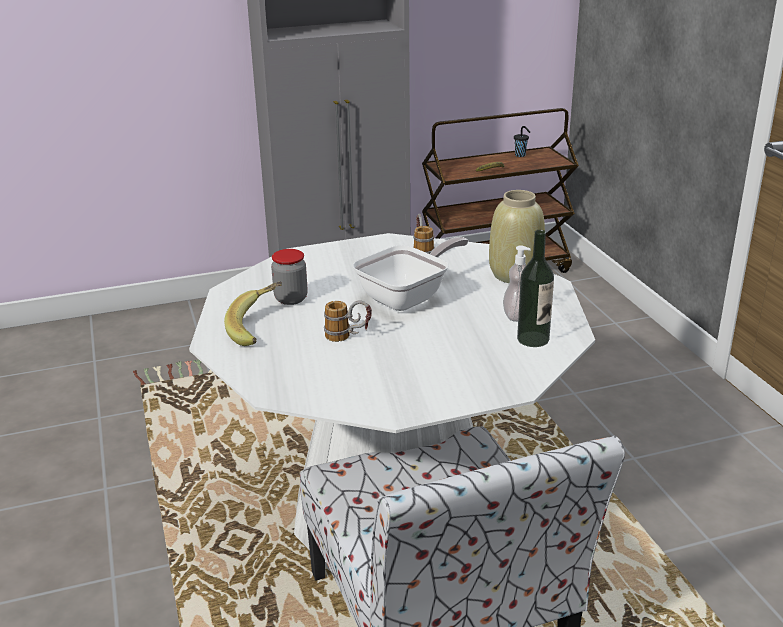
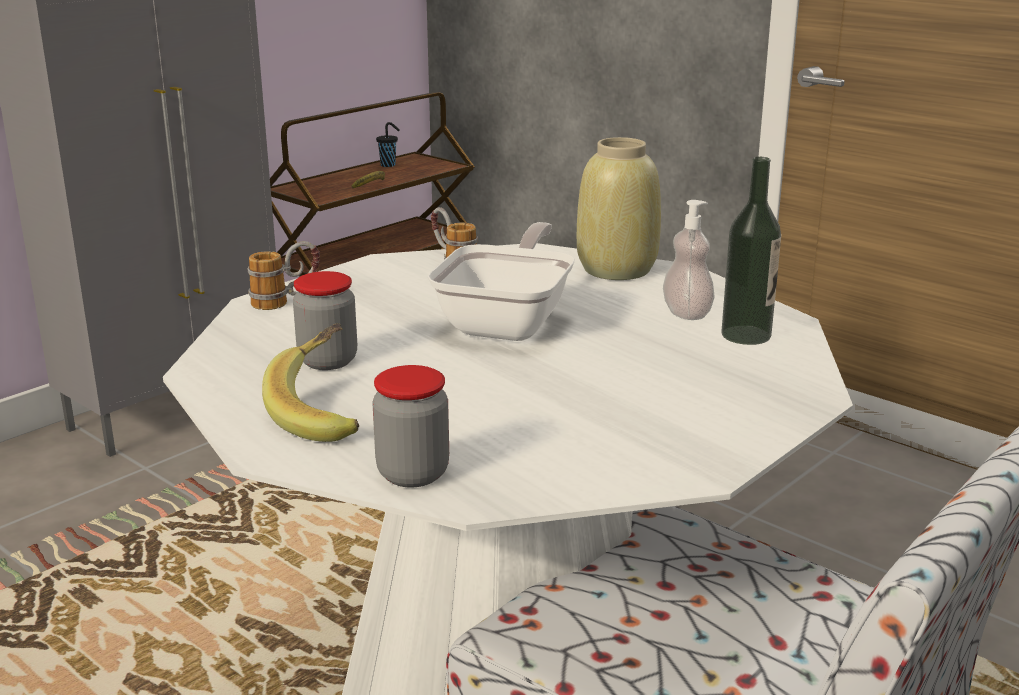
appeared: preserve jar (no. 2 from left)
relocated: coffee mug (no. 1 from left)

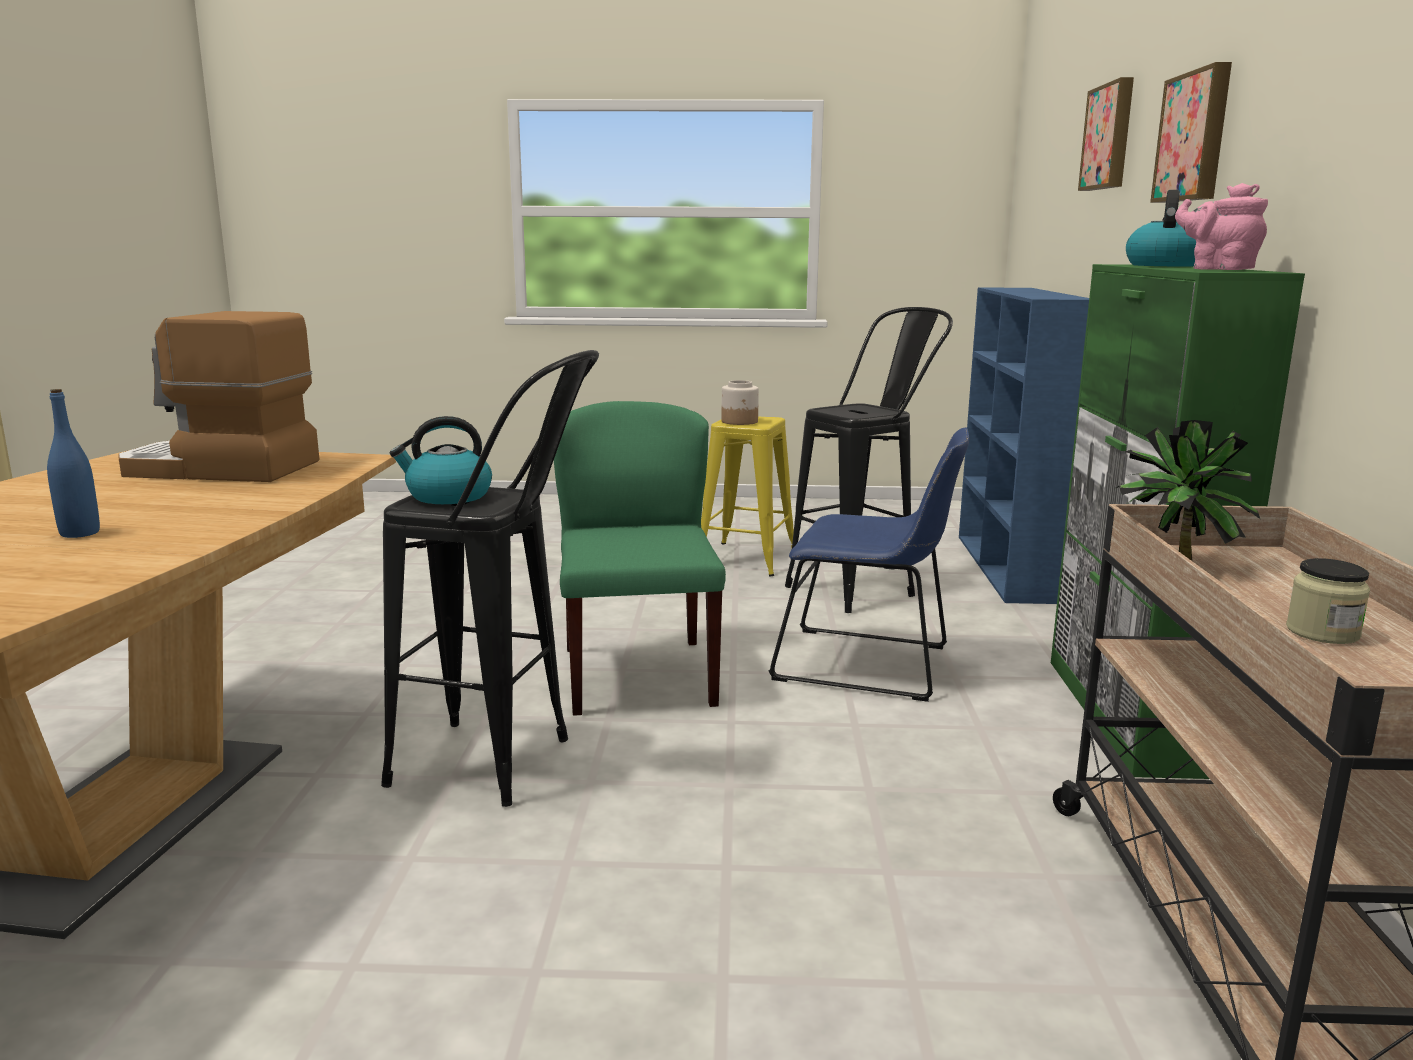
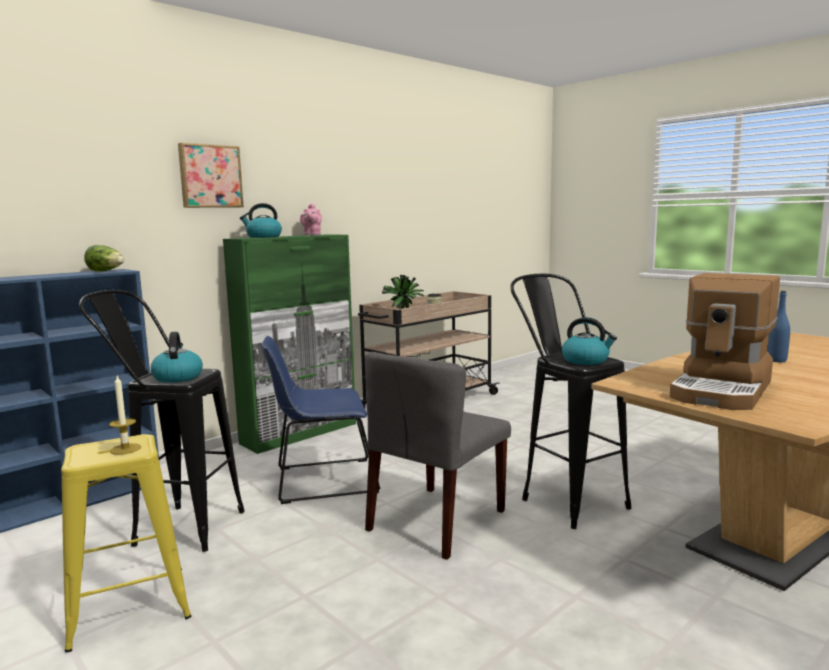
missing: wall art (no. 1 from left)
appeared: lettuce head; tea kettle (no. 1 from left)
exchanged: preserve jar (no. 1 from left) to wax candle
colour: upright chair (green) to upright chair (greyish)
spun: coffee machine 75 degrees clockwise; upright chair (blue) 75 degrees counterclockwise

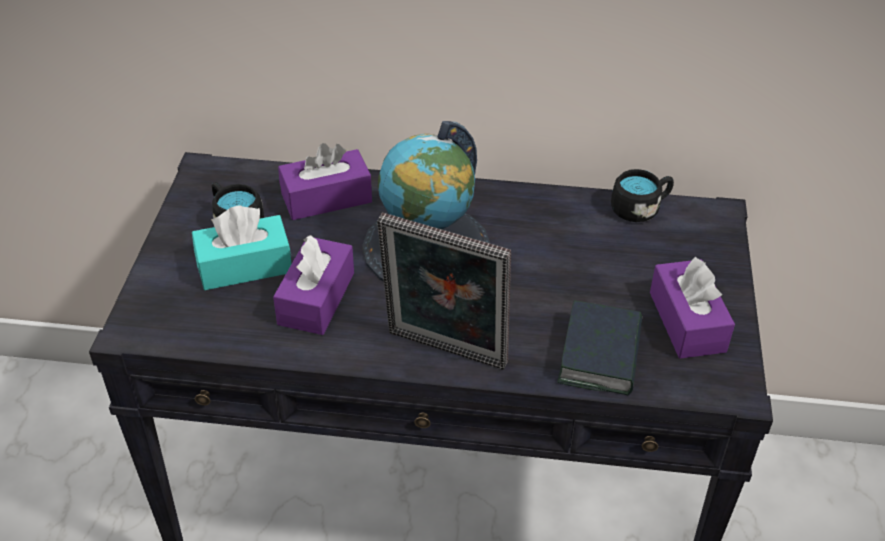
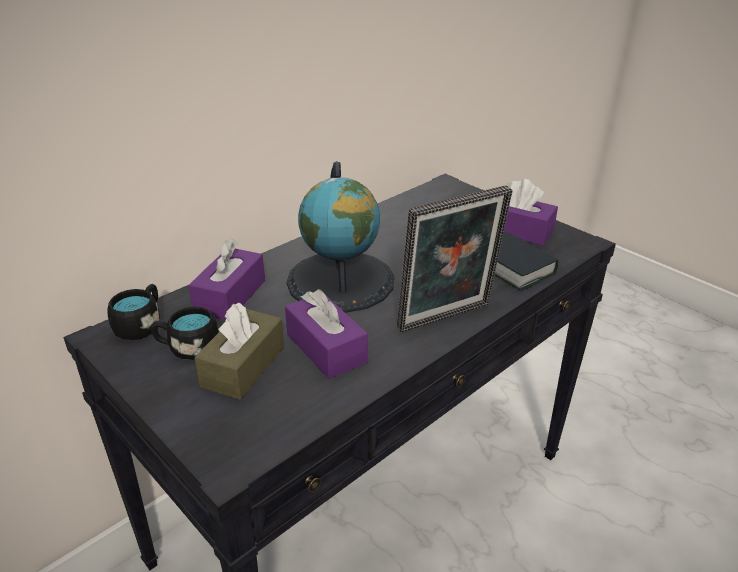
relocated: coffee mug (blackish) (no. 2 from left in the first image) to coffee mug (blackish) (no. 1 from left)
colour: box of tissues (blue-green) to box of tissues (brown-coloured)

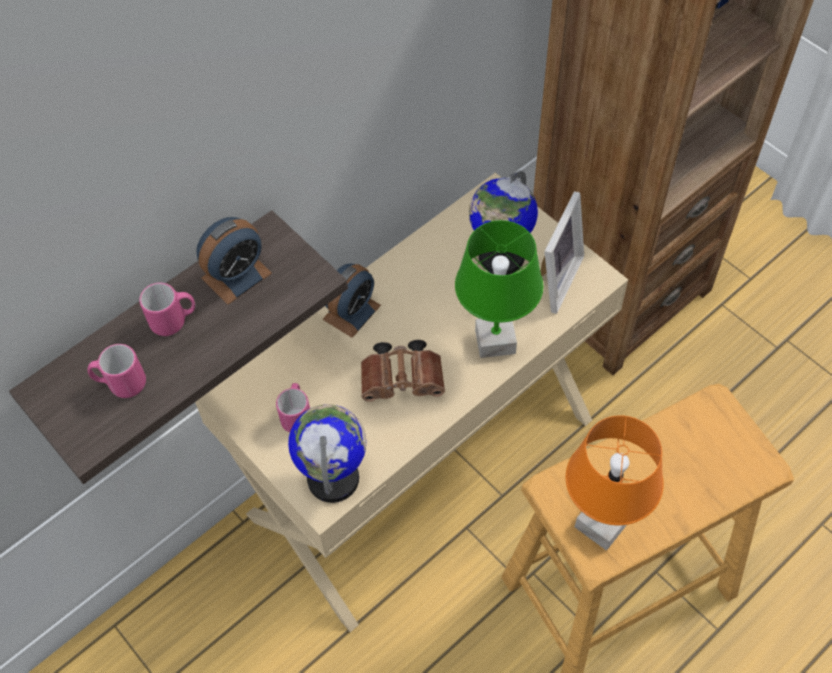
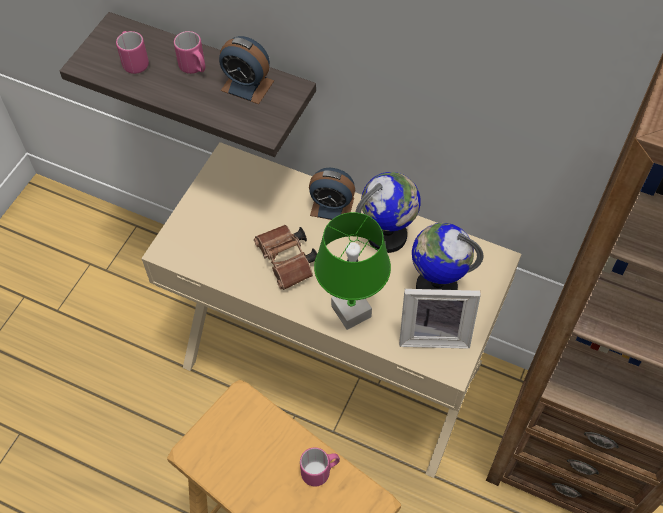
missing: table lamp (orange)
relocated: coffee mug (pinkish) (no. 3 from left); globe (no. 1 from left)

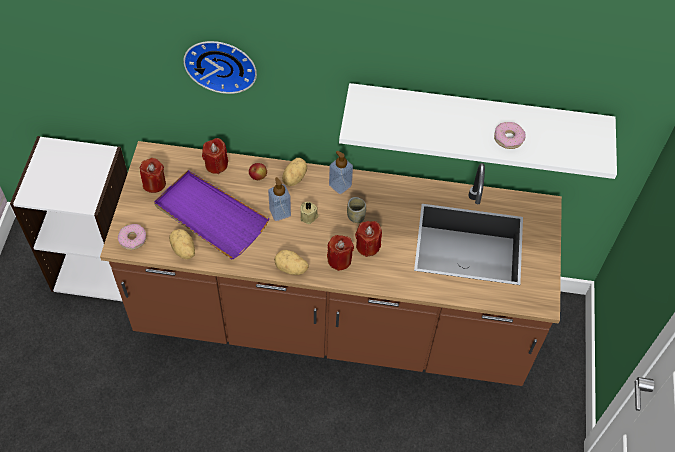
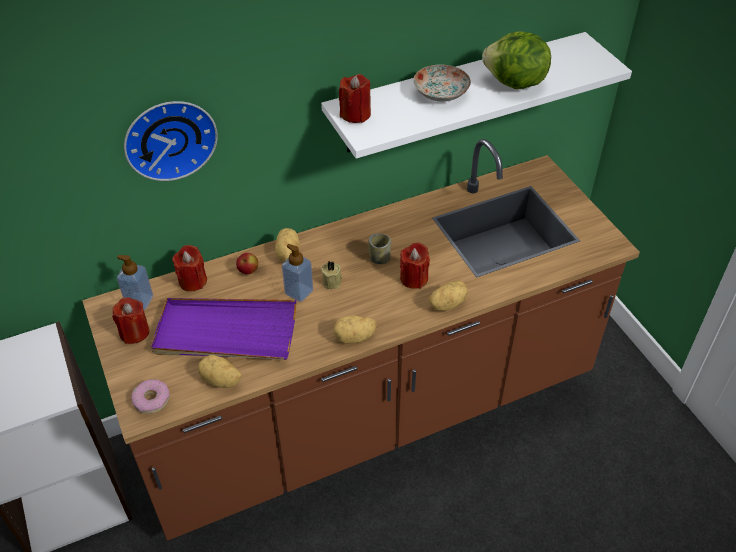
appeared: flat dish; potato (no. 4 from left)
relocated: wax candle (red) (no. 3 from left); soap dispenser (no. 2 from left in the first image) to soap dispenser (no. 1 from left)
exchanged: donut (no. 2 from left) to lettuce head

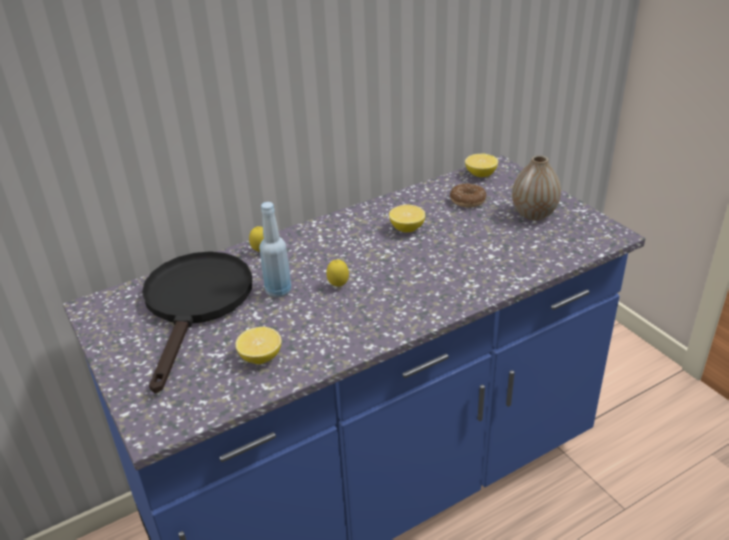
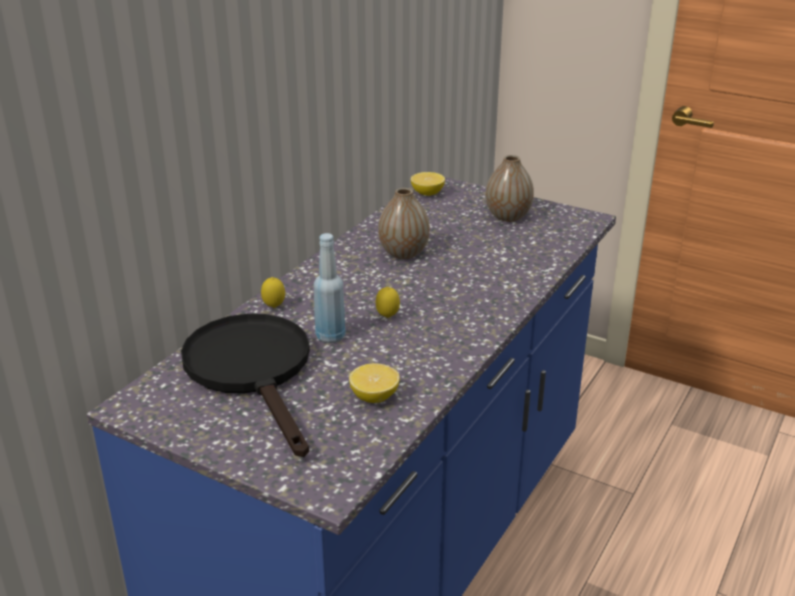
missing: donut
exchanged: citrus fruit (no. 4 from left) to decorative vase (no. 1 from left)

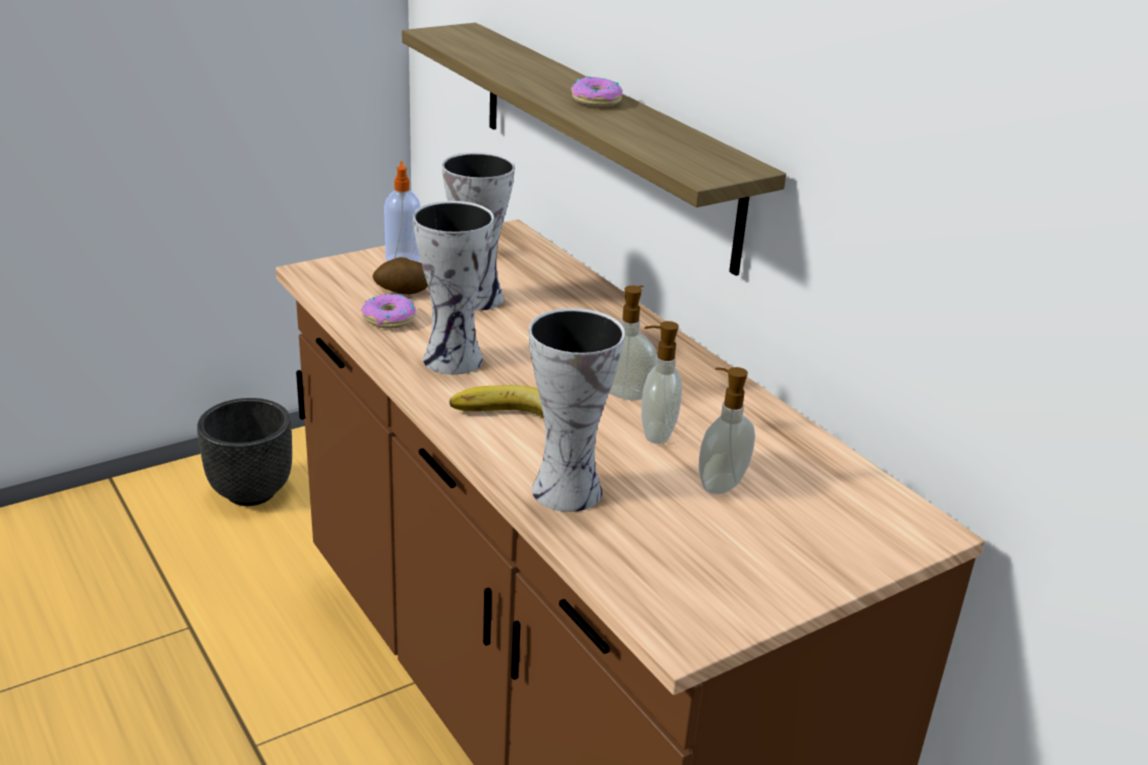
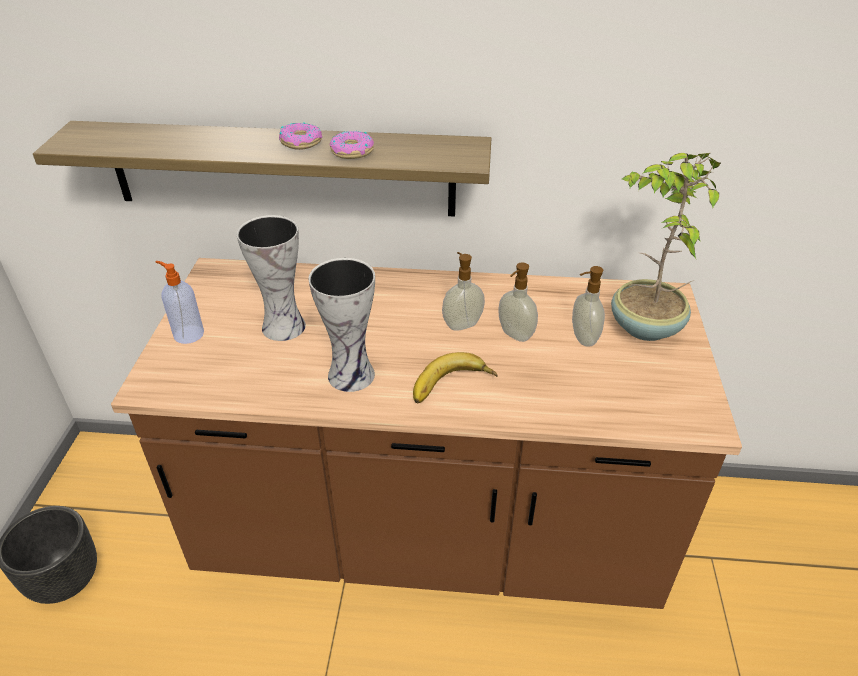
missing: potato; decorative vase (no. 3 from left)
appeared: houseplant
relocated: donut (no. 1 from left in the first image) to donut (no. 2 from left)

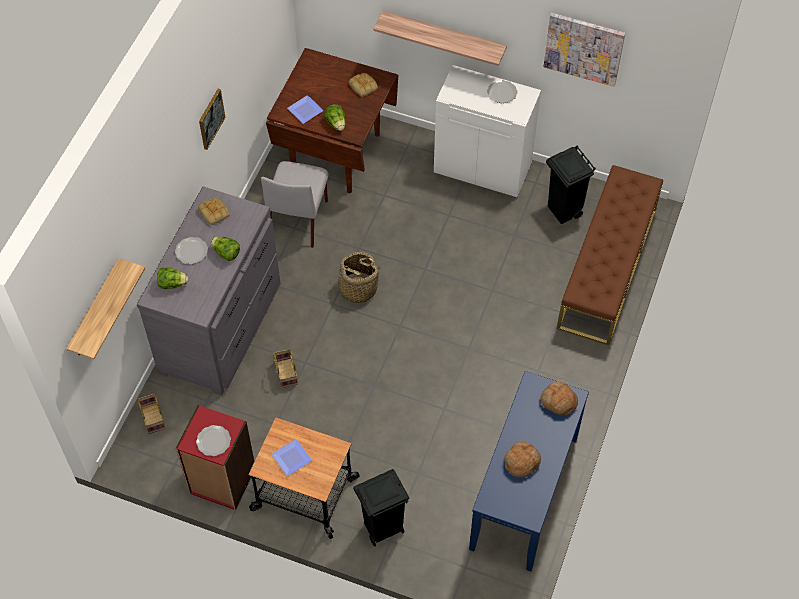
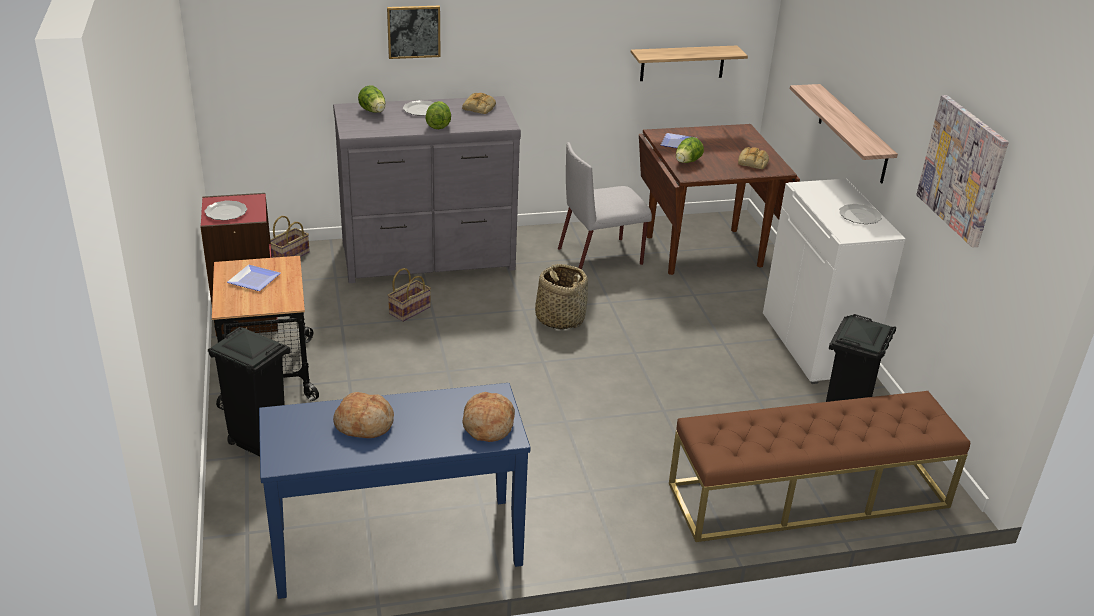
relocated: shelf (no. 1 from left); wall art (no. 1 from left)

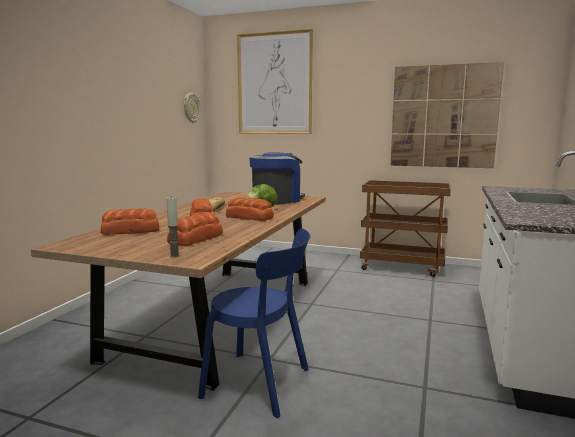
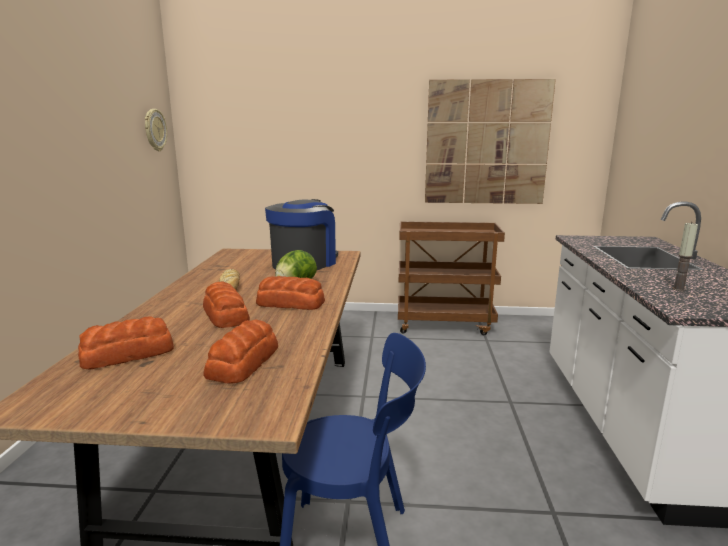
missing: wall art (no. 1 from left)
relocated: wax candle

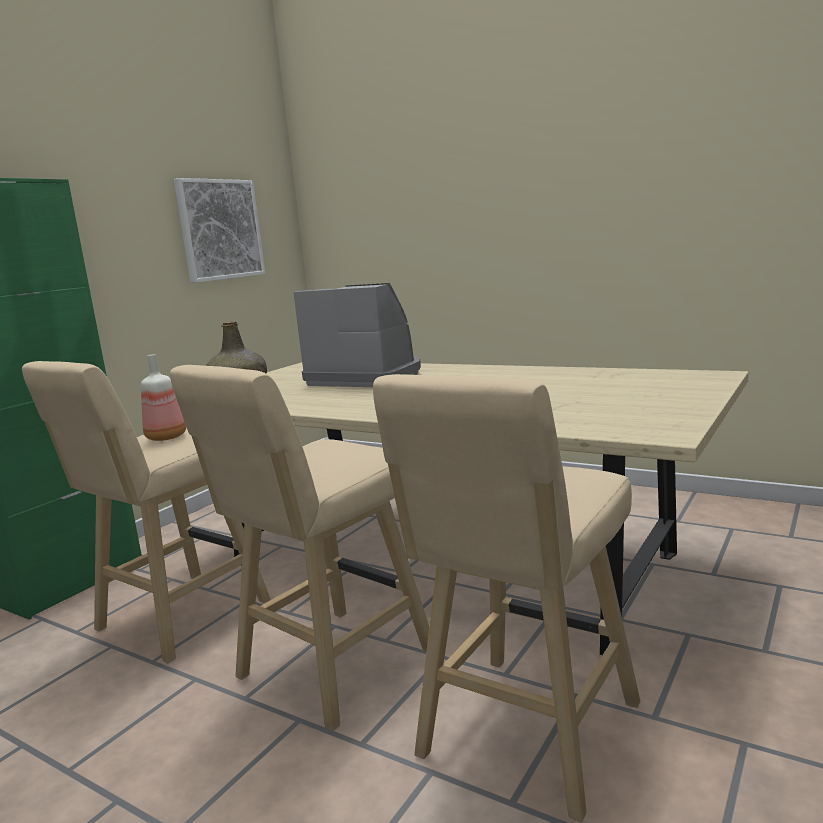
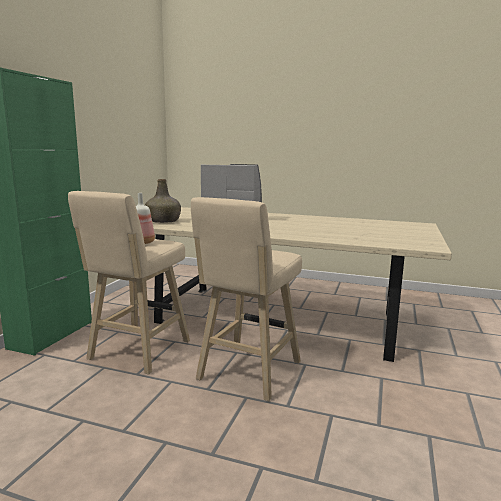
missing: wall art; stool seat (beige) (no. 3 from left)

